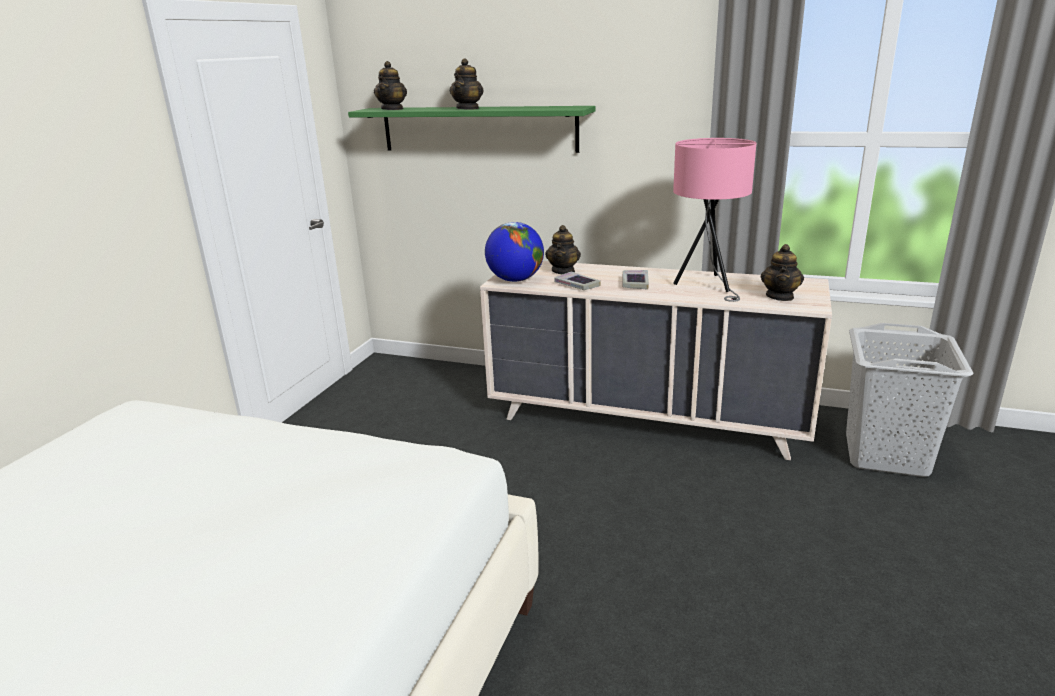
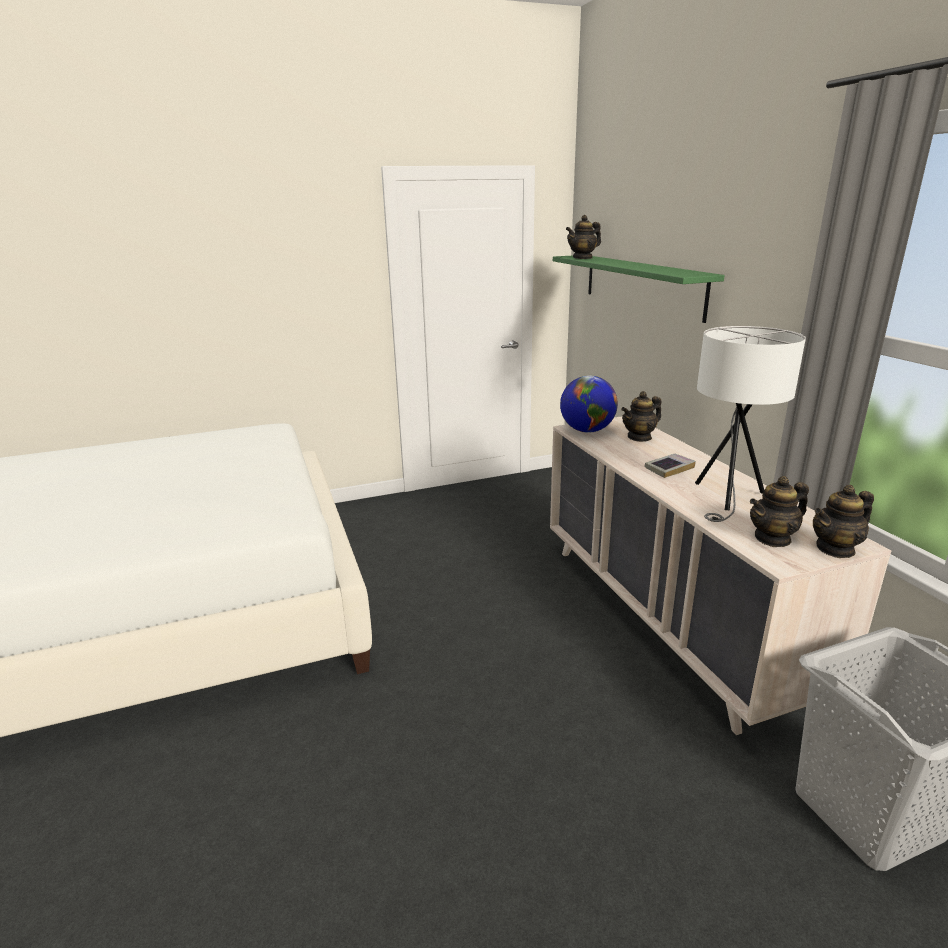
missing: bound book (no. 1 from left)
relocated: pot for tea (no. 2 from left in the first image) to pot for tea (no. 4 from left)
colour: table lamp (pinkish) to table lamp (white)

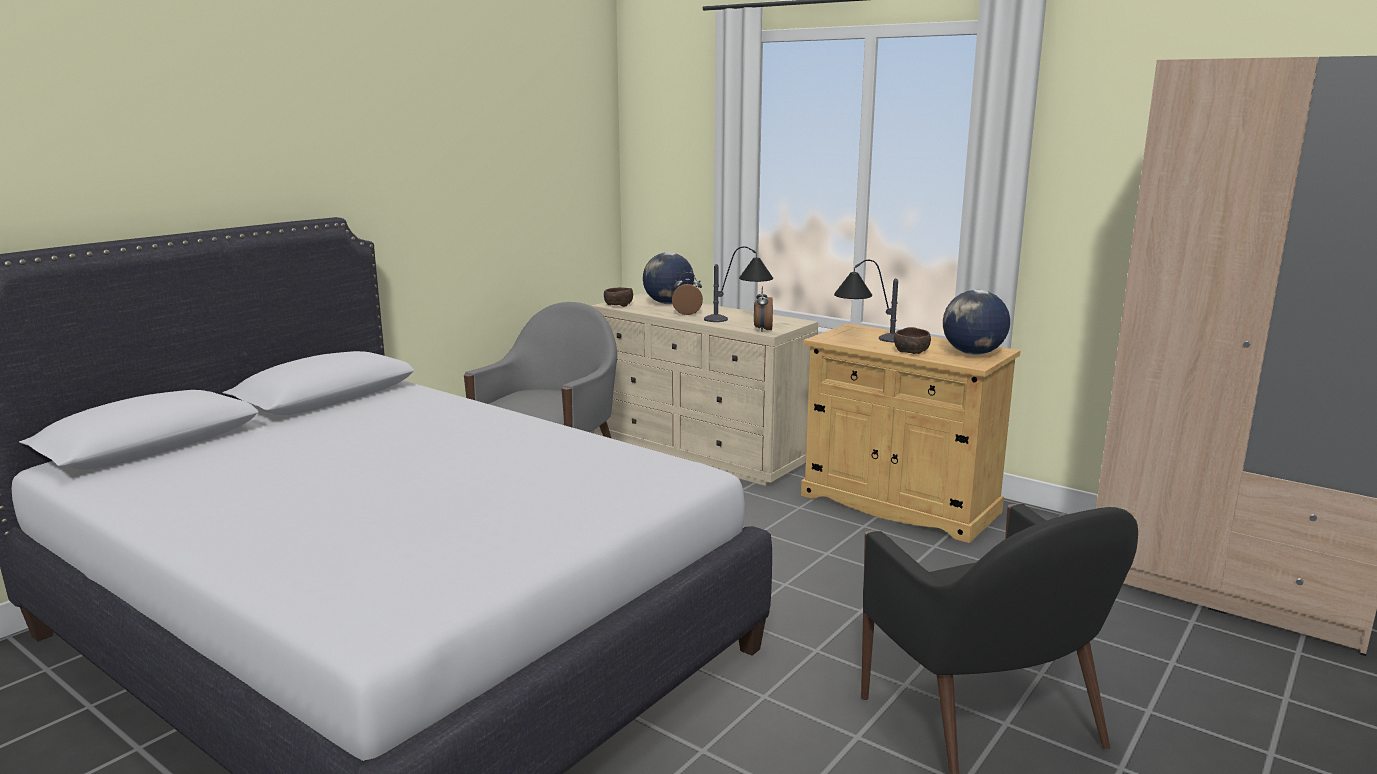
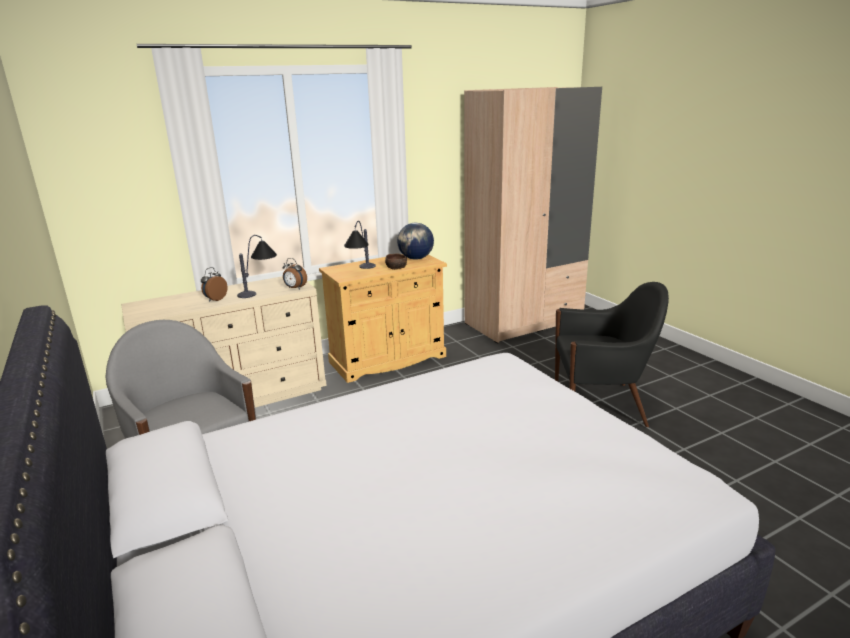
missing: serving bowl (brown-coloured) (no. 1 from left); globe (no. 1 from left)

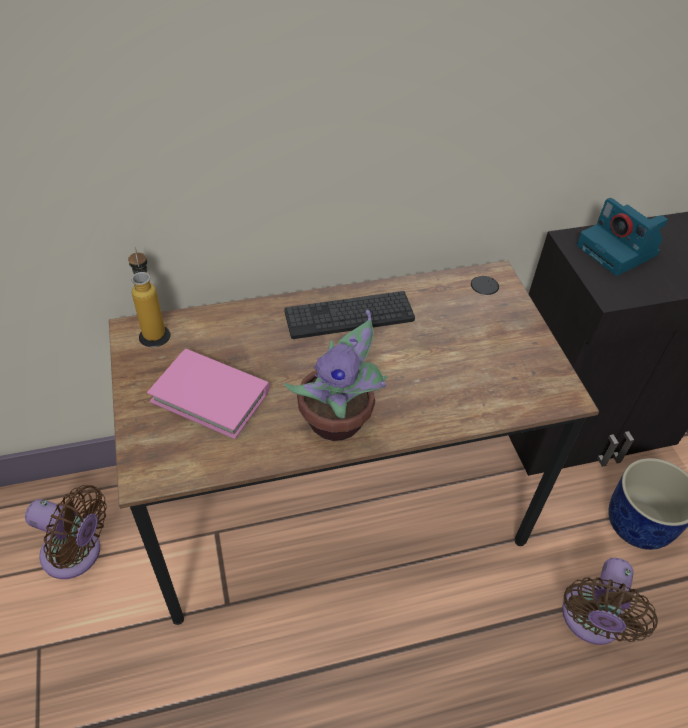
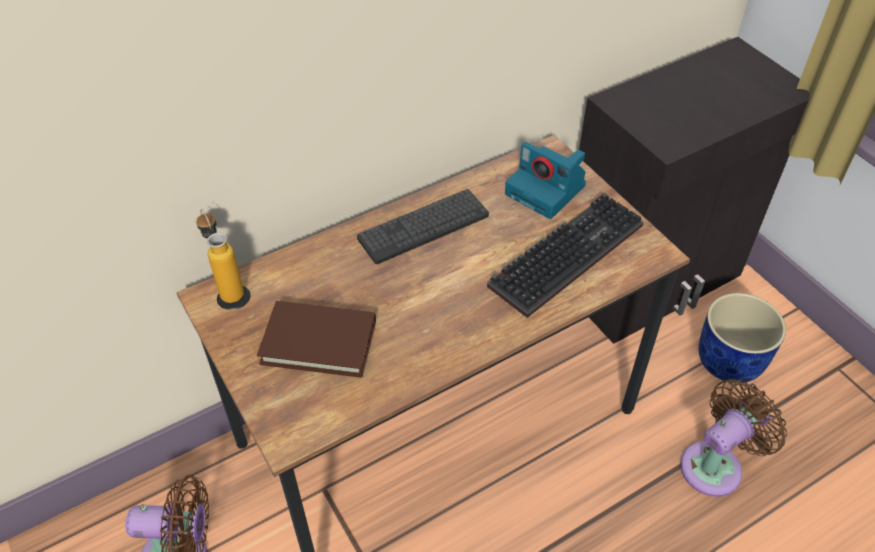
missing: houseplant
appeared: computer keyboard (no. 2 from left)
relocated: photo camera
colour: bound book (pinkish) to bound book (brown-coloured)
spun: fan (brown-coloured) (no. 2 from left) 135 degrees counterclockwise

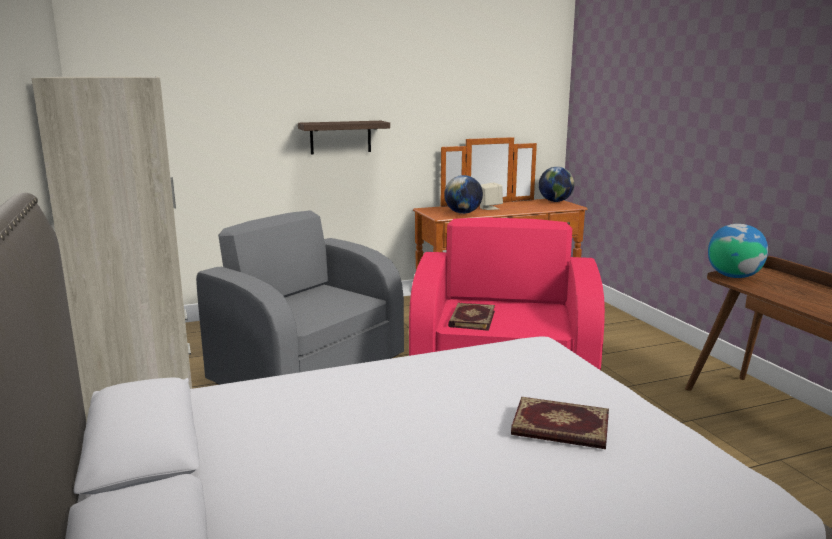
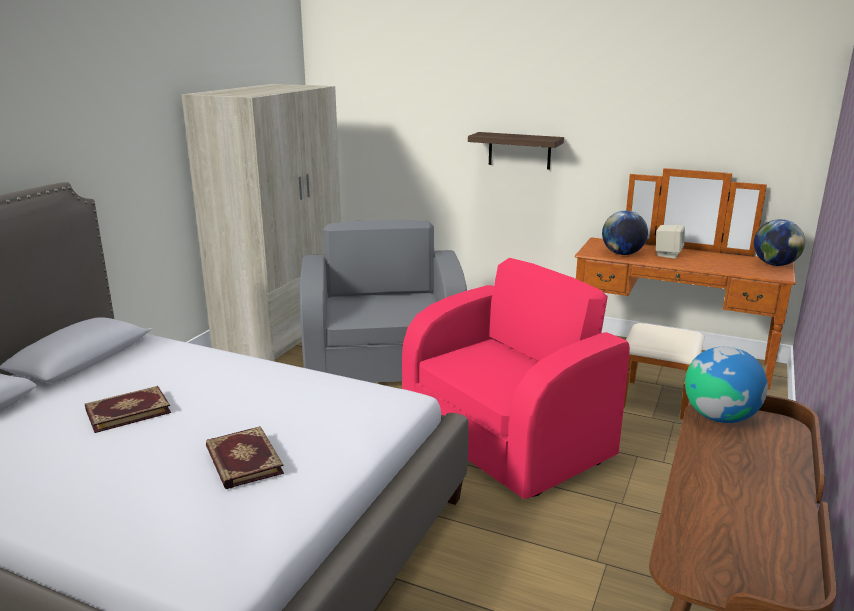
relocated: bound book (no. 1 from left)

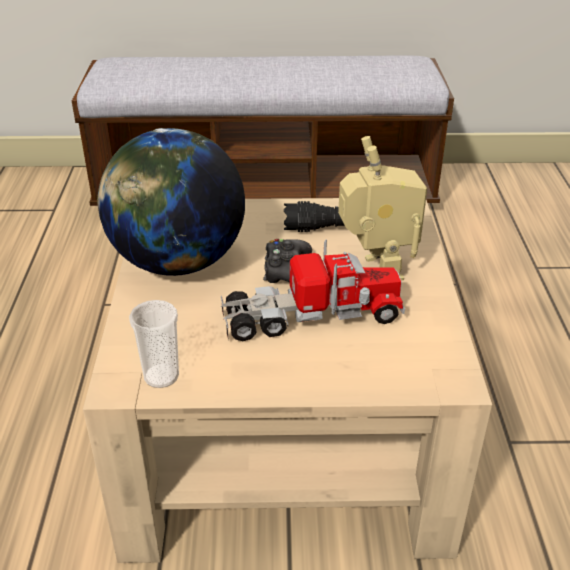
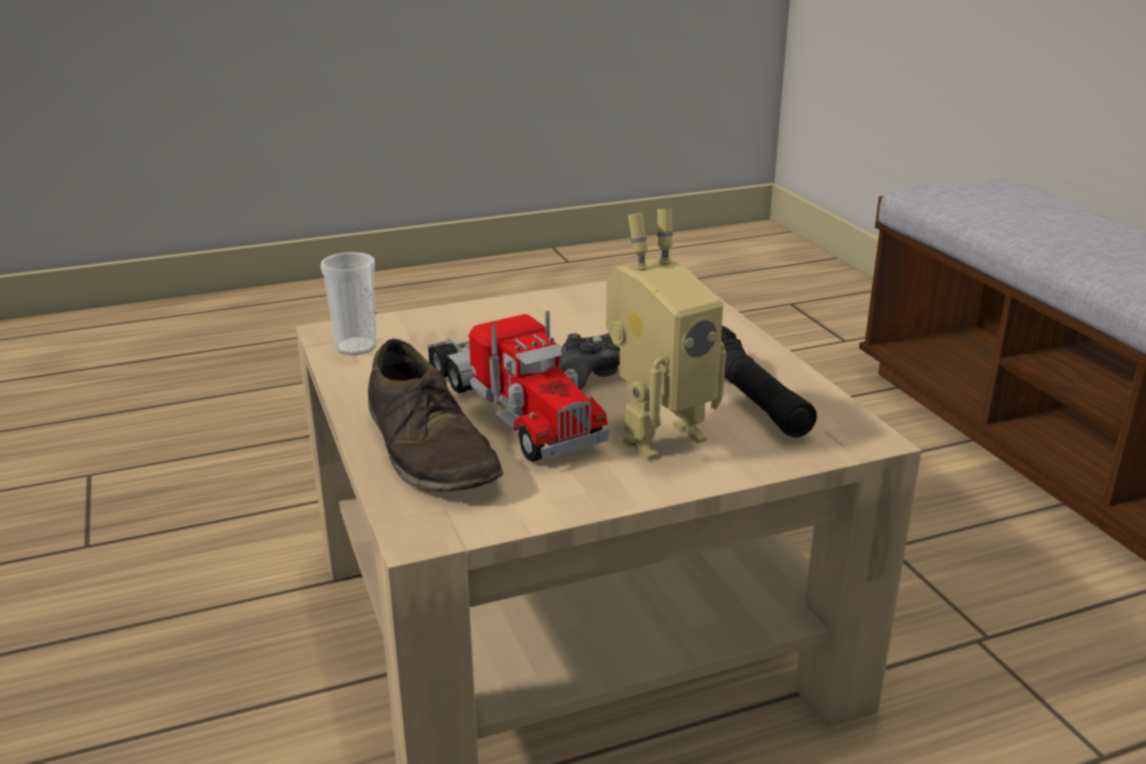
missing: globe
appeared: shoe (brown-coloured)

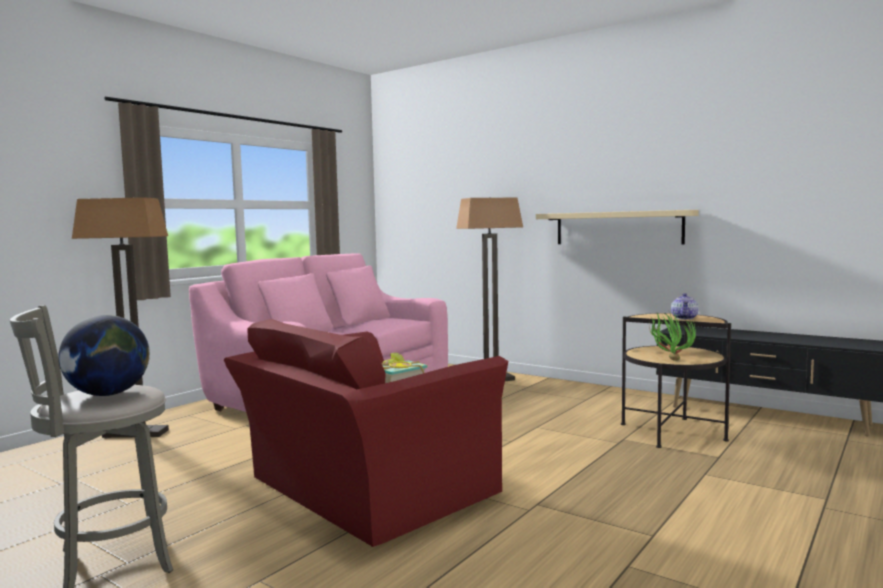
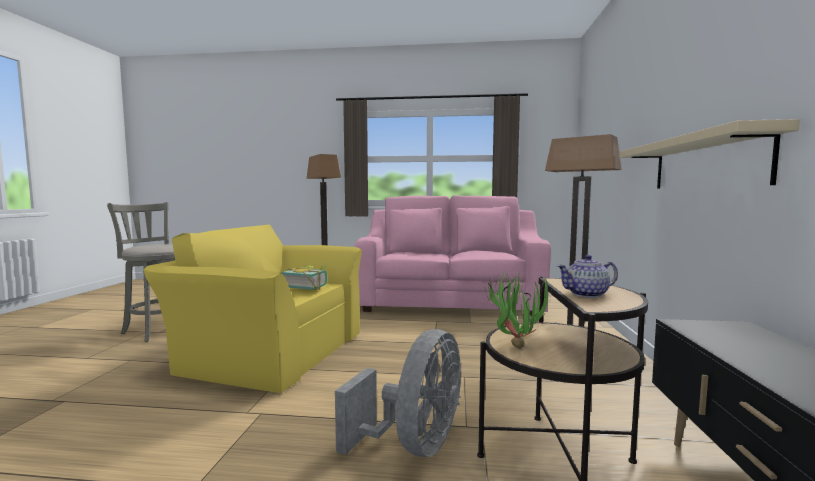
missing: globe
appeared: fan (greyish)
colour: armchair (red) to armchair (yellow-coloured)

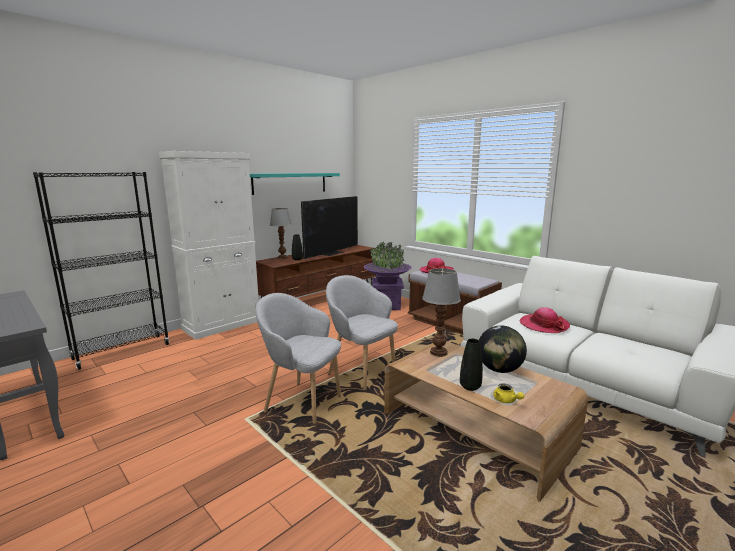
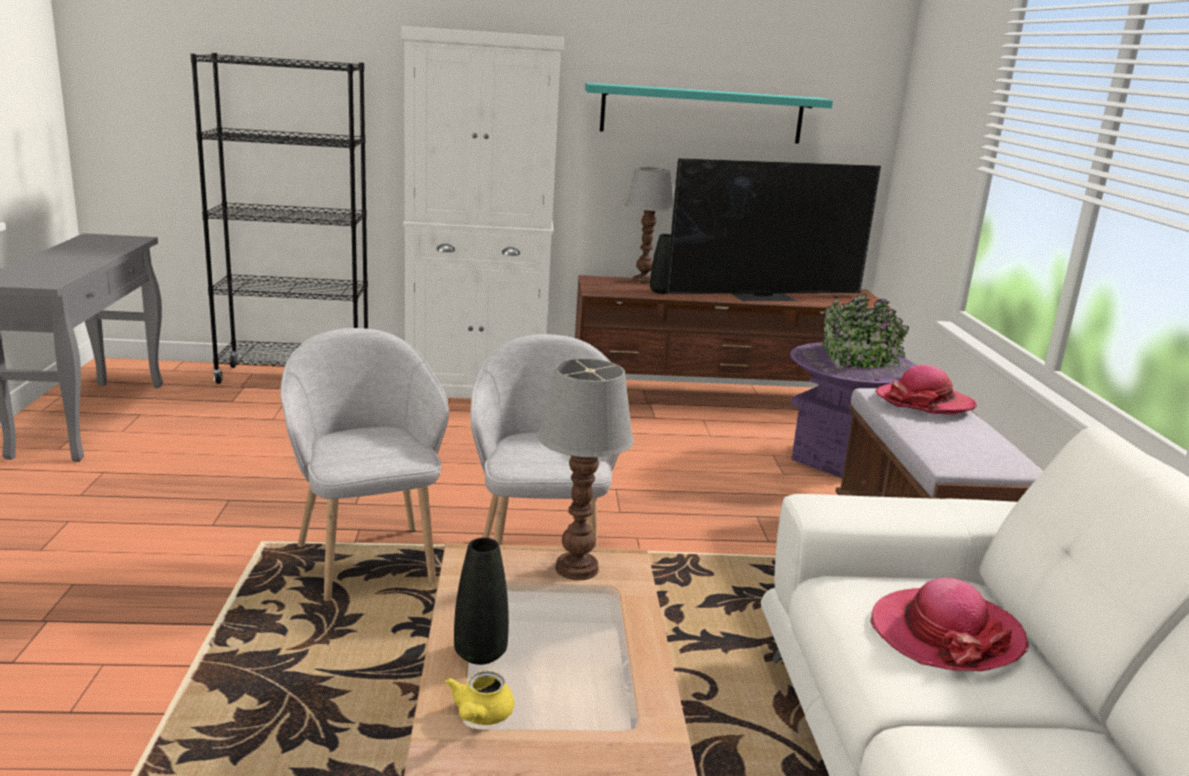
missing: globe

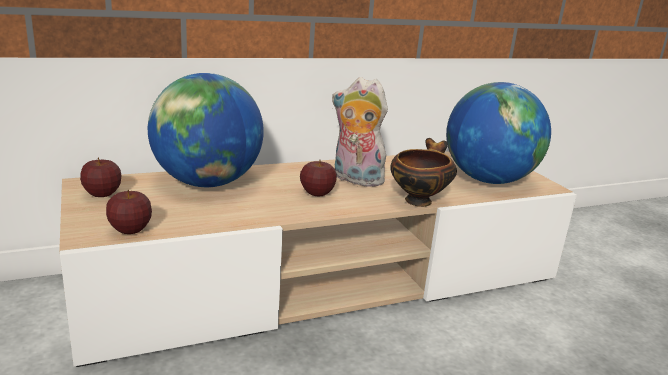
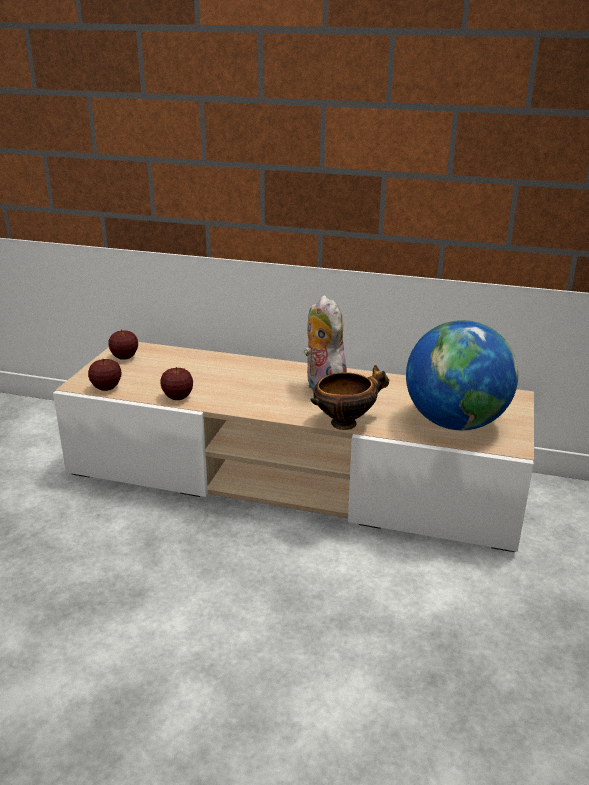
missing: globe (no. 1 from left)
relocated: apple (no. 3 from left)

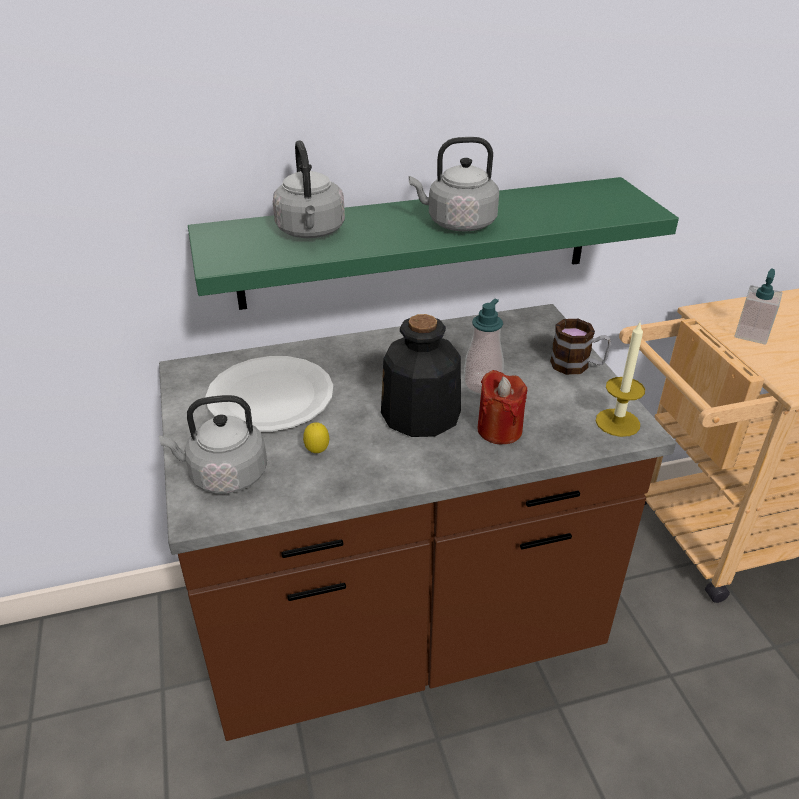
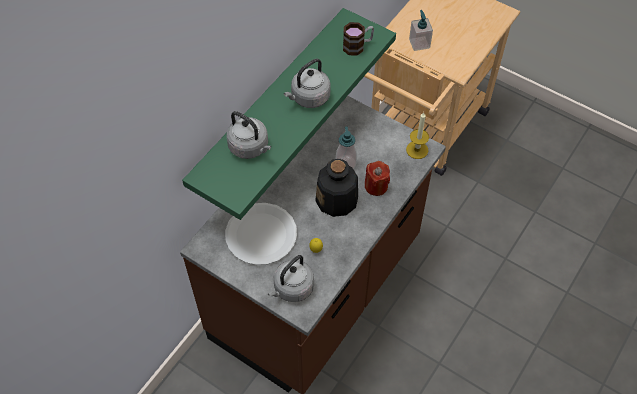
relocated: coffee mug

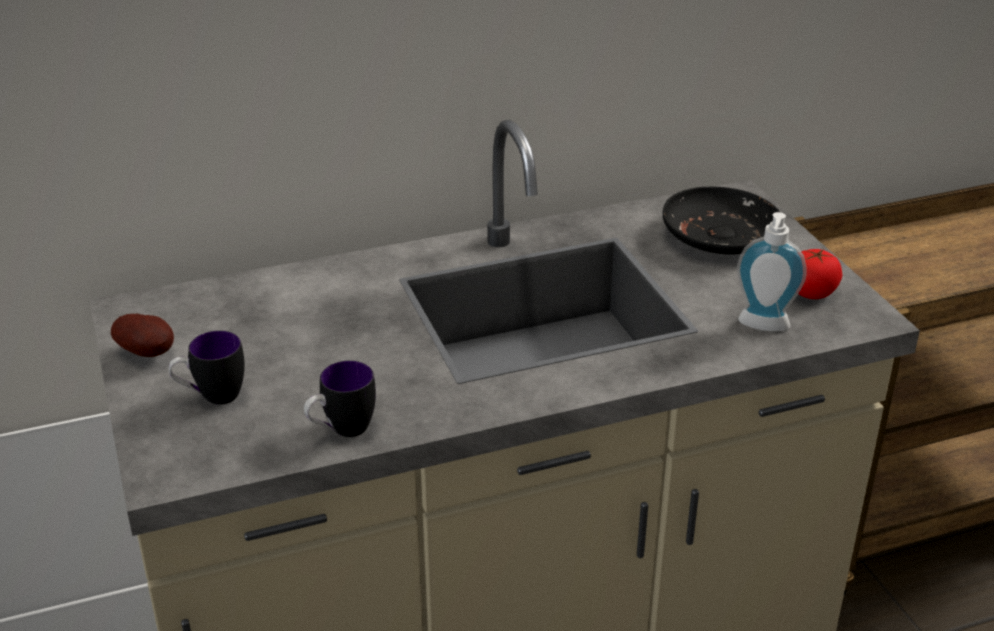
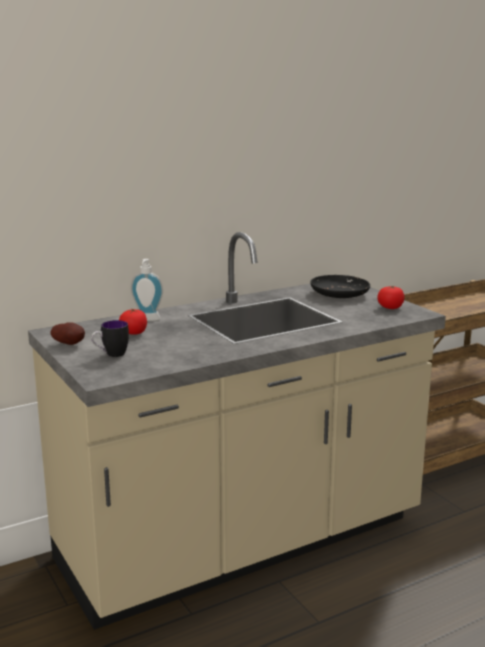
missing: coffee mug (no. 2 from left)
appeared: fresh tomato (no. 1 from left)
relocated: soap dispenser

